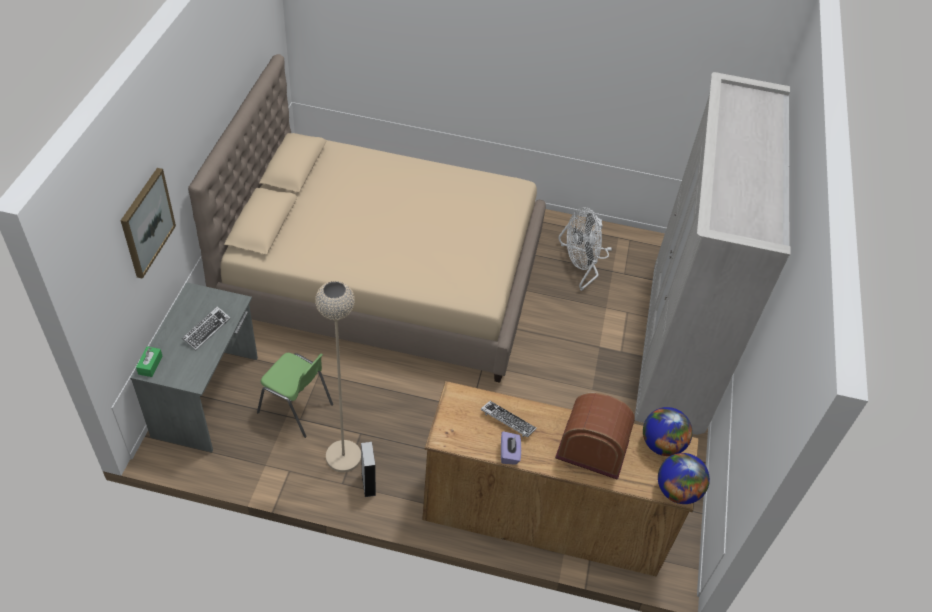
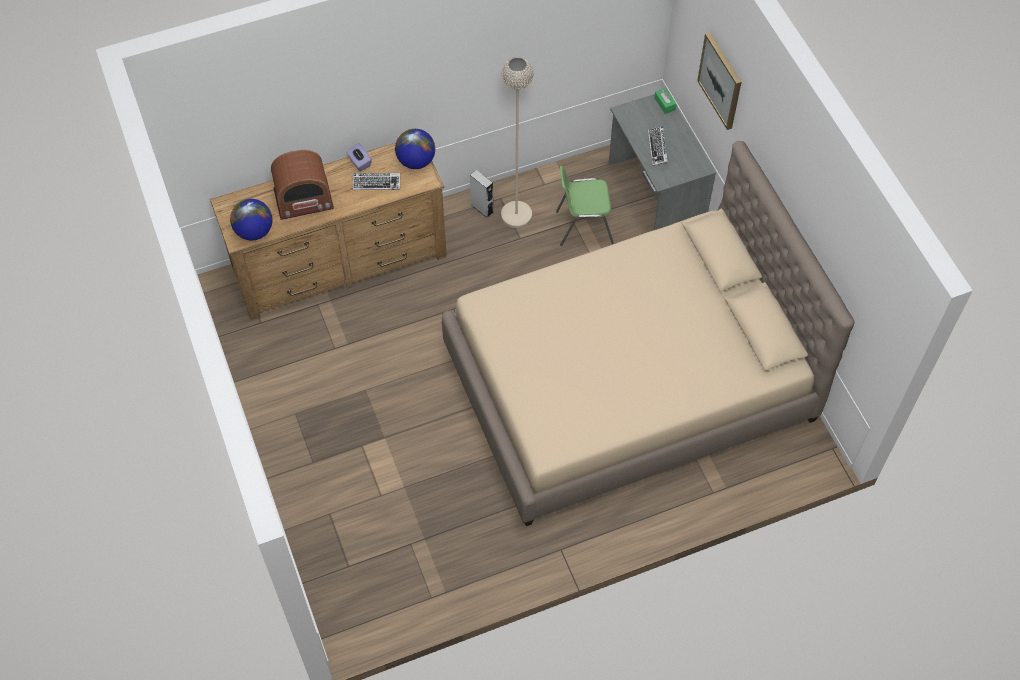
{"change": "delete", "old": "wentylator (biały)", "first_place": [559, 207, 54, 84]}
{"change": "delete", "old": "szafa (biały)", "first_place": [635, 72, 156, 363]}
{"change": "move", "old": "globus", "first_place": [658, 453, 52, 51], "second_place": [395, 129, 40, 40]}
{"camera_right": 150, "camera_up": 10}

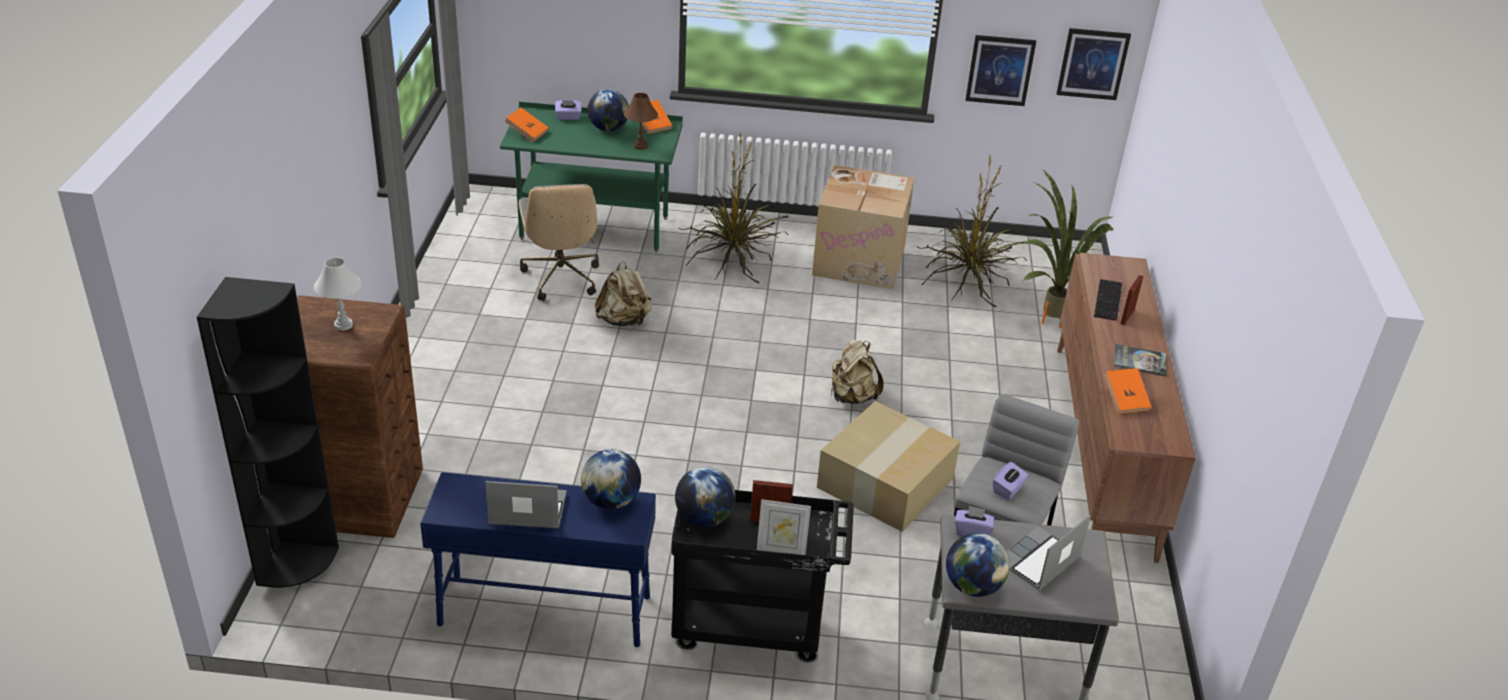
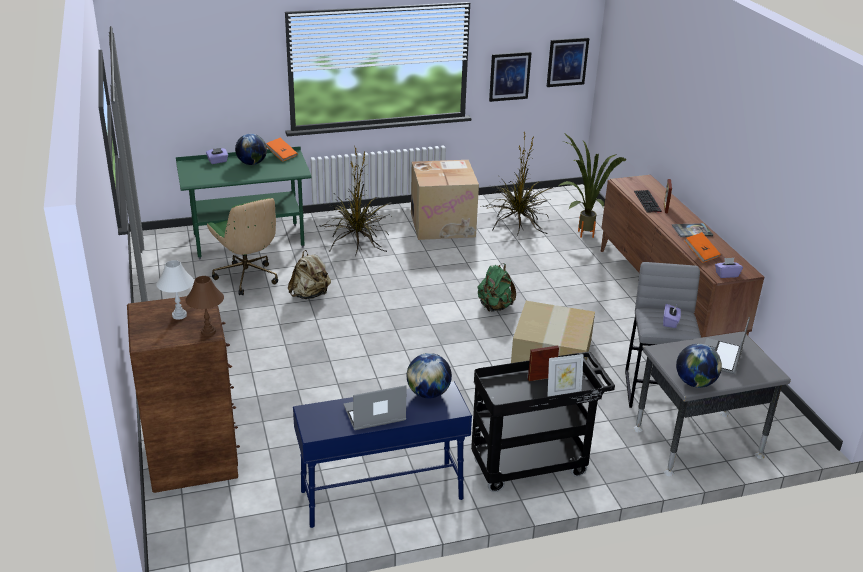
{"change": "delete", "old": "regał (czarny)", "first_place": [197, 277, 142, 311]}
{"change": "delete", "old": "książka (pomarańczowy)", "first_place": [505, 108, 44, 34]}
{"change": "recolor", "old": "krzesło biurowe (szary)", "new": "krzesło biurowe (zielony)", "first_place": [519, 184, 80, 117], "second_place": [207, 198, 71, 97]}
{"change": "move", "old": "lampa stołowa (brązowy)", "first_place": [624, 93, 34, 57], "second_place": [185, 276, 39, 60]}
{"change": "delete", "old": "globus", "first_place": [675, 466, 60, 61]}
{"change": "recolor", "old": "plecak (beżowy)", "new": "plecak (zielony)", "first_place": [831, 339, 53, 65], "second_place": [478, 263, 38, 49]}
{"change": "move", "old": "pudełko chusteczek (fioletowy)", "first_place": [955, 506, 39, 30], "second_place": [715, 258, 28, 20]}
{"camera_right": -20, "camera_up": -5}

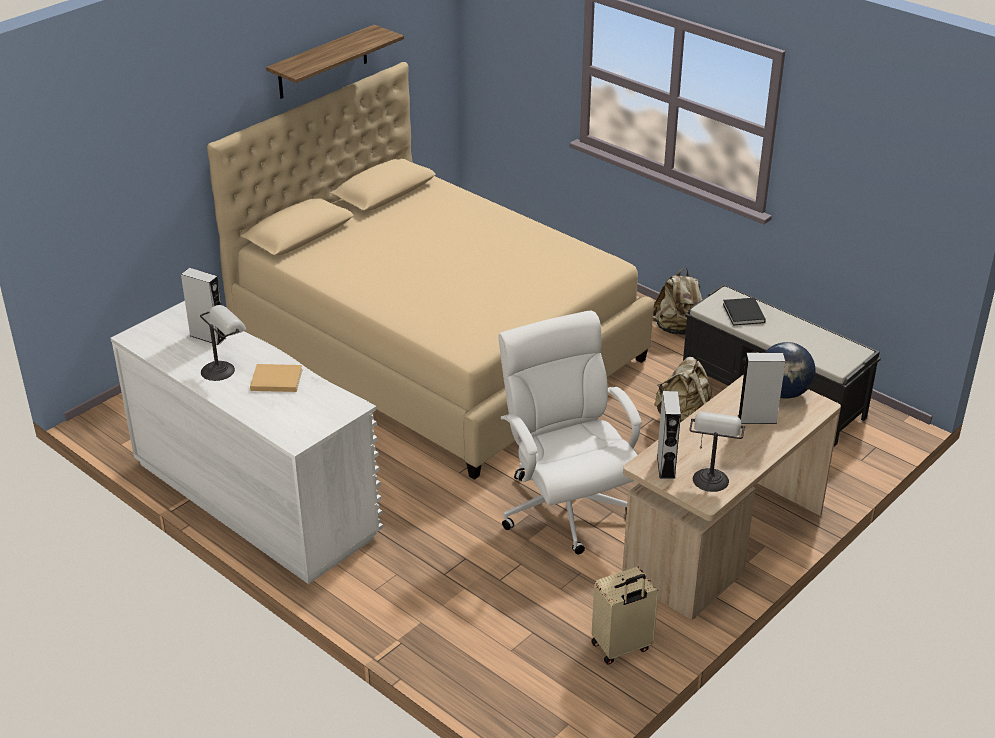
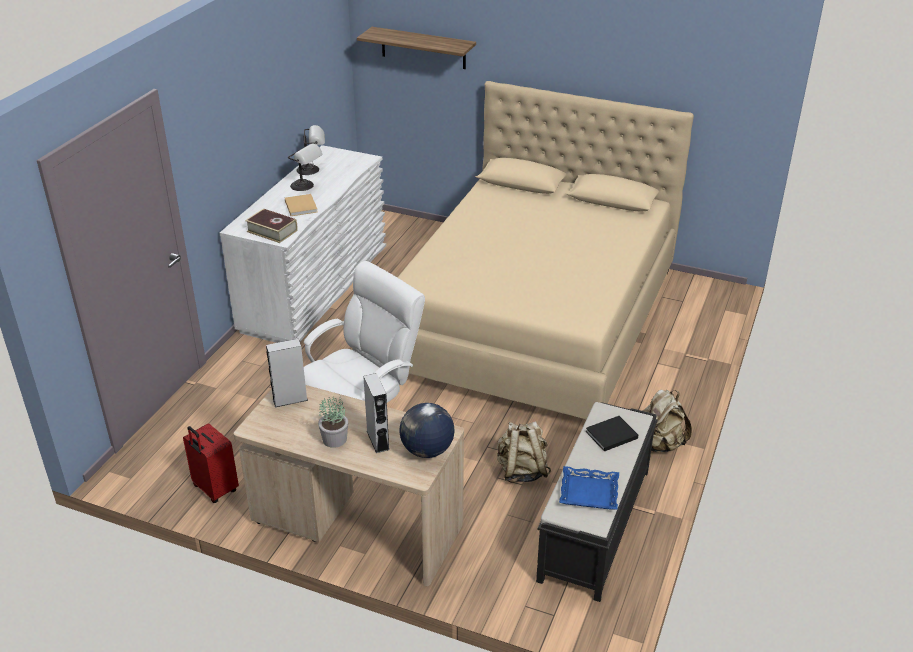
{"change": "delete", "old": "głośnik (szary)", "first_place": [181, 268, 45, 77]}
{"change": "move", "old": "półka", "first_place": [266, 25, 138, 74], "second_place": [357, 27, 119, 42]}
{"change": "recolor", "old": "walizka (beżowy)", "new": "walizka (czerwony)", "first_place": [591, 567, 68, 98], "second_place": [183, 423, 56, 80]}
{"change": "move", "old": "lampa stołowa", "first_place": [689, 412, 56, 80], "second_place": [296, 125, 29, 50]}
{"change": "insert", "new": "książka", "second_place": [245, 208, 53, 35]}
{"change": "insert", "new": "roślina doniczkowa", "second_place": [318, 395, 30, 53]}
{"change": "insert", "new": "taca (niebieski)", "second_place": [559, 466, 60, 44]}
{"camera_right": 70, "camera_up": 0}

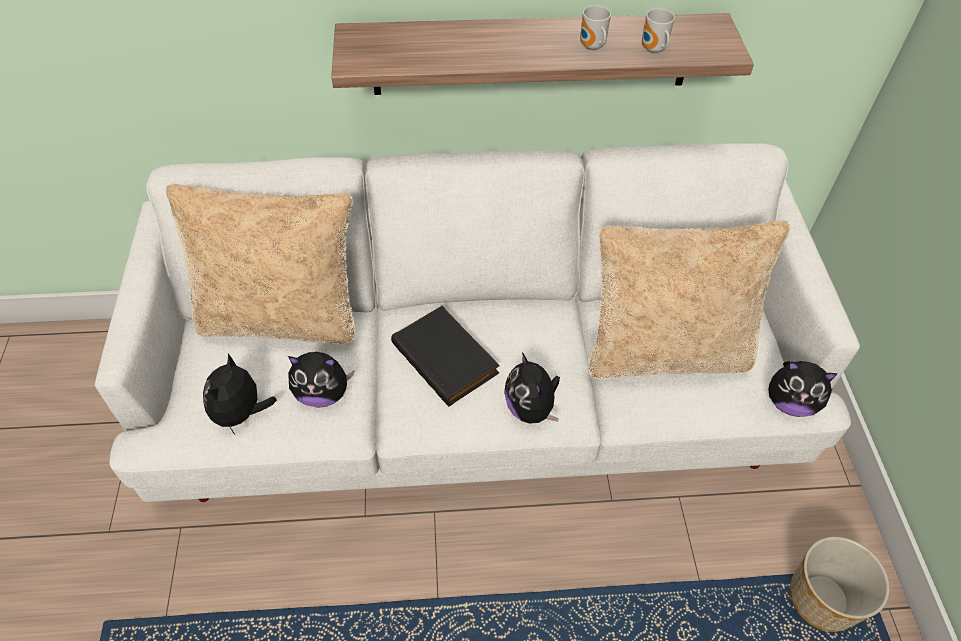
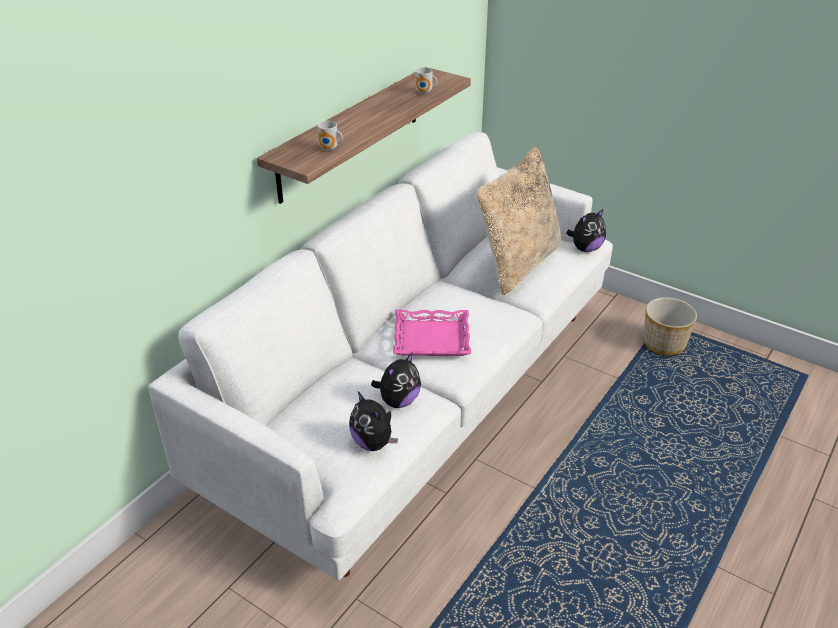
{"change": "delete", "old": "poduszka (beżowy)", "first_place": [166, 183, 190, 162]}
{"change": "replace", "old": "książka (czarny)", "new": "taca (różowy)", "first_place": [391, 306, 109, 100], "second_place": [393, 310, 78, 46]}
{"change": "delete", "old": "pluszak", "first_place": [504, 352, 56, 72]}
{"change": "move", "old": "kubek", "first_place": [580, 5, 31, 45], "second_place": [317, 121, 26, 30]}
{"camera_right": -50, "camera_up": -15}

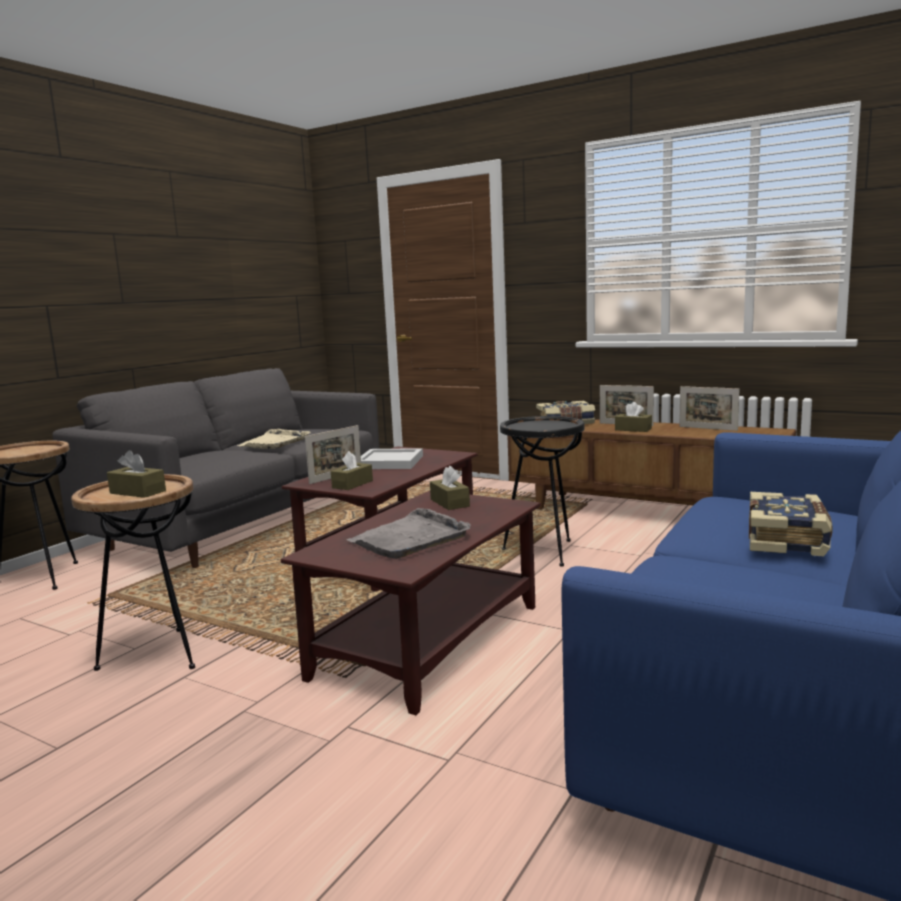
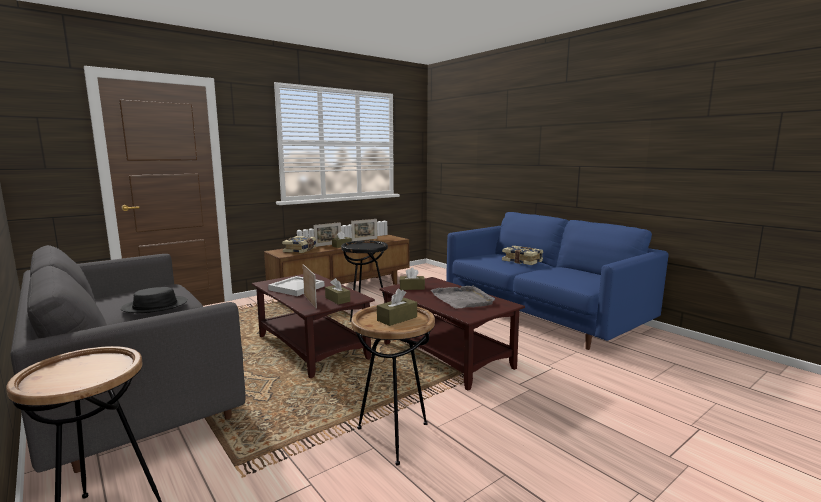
{"change": "replace", "old": "taca (beżowy)", "new": "kapelusz (czarny)", "first_place": [237, 429, 74, 20], "second_place": [121, 287, 67, 26]}
{"camera_right": -70, "camera_up": 0}

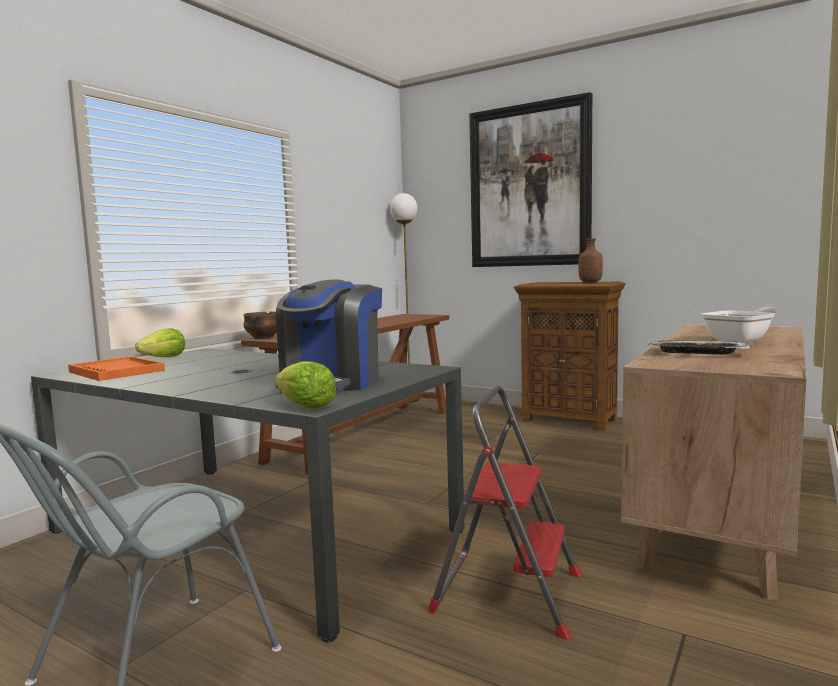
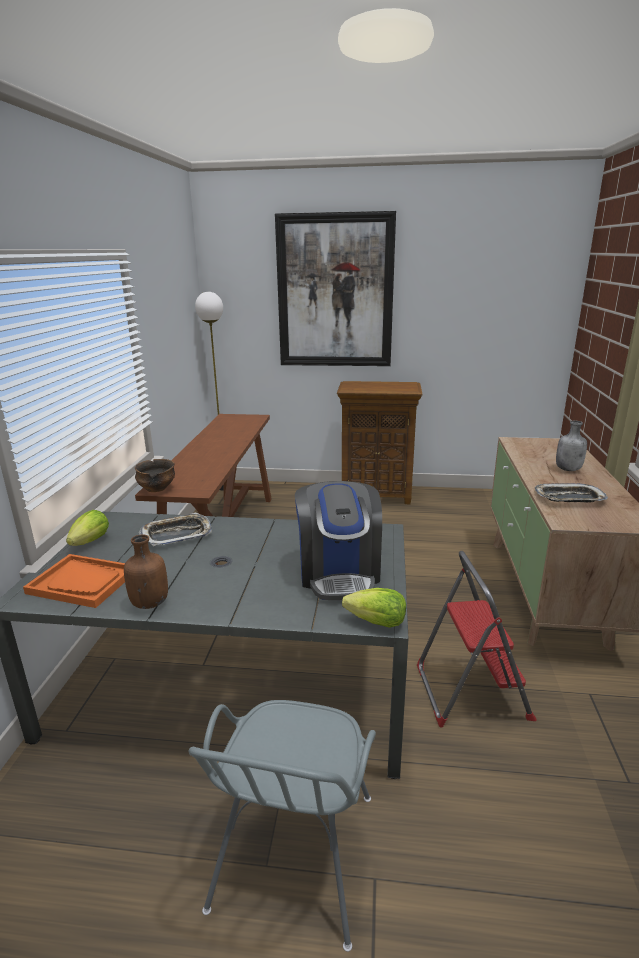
{"change": "move", "old": "butelka (brązowy)", "first_place": [578, 238, 25, 45], "second_place": [124, 534, 44, 75]}
{"change": "replace", "old": "patelnia", "new": "butelka (szary)", "first_place": [701, 307, 76, 35], "second_place": [556, 421, 31, 50]}
{"change": "insert", "new": "taca", "second_place": [139, 513, 73, 33]}
{"camera_right": -25, "camera_up": 15}

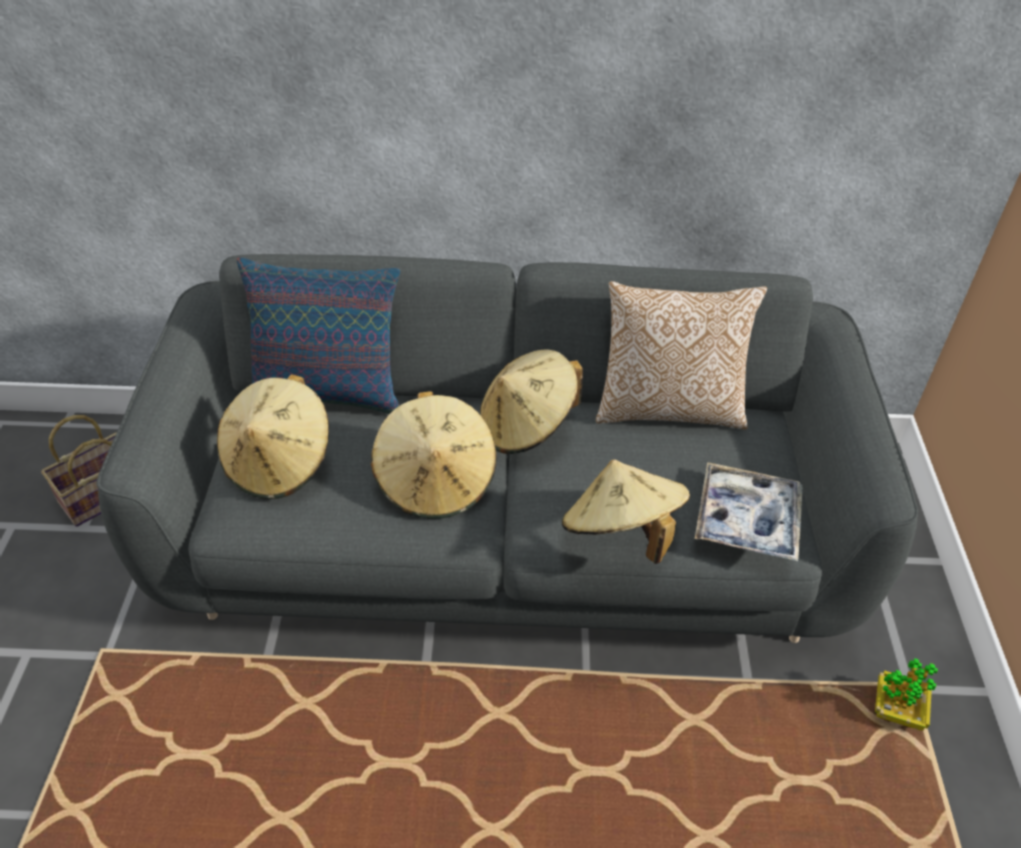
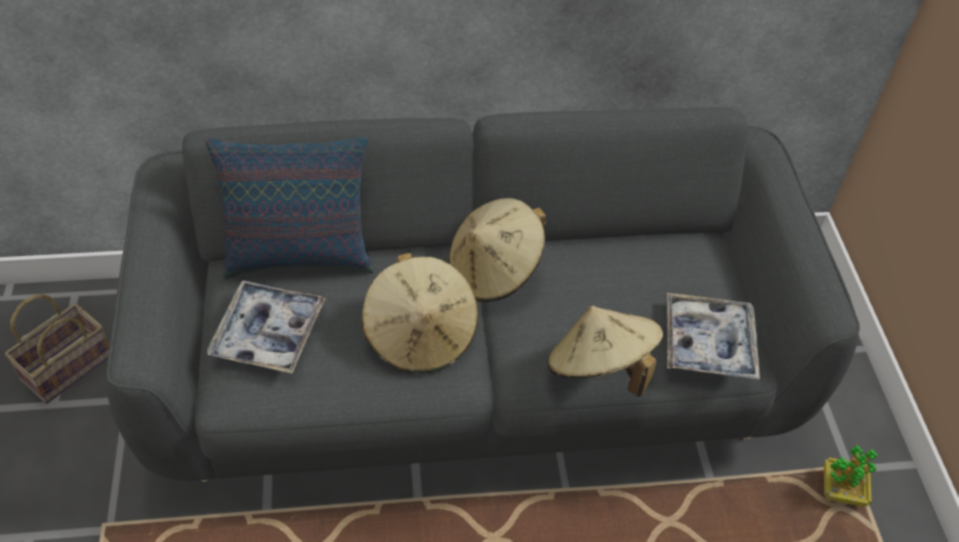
{"change": "replace", "old": "kapelusz (beżowy)", "new": "taca", "first_place": [217, 374, 112, 125], "second_place": [206, 280, 120, 93]}
{"change": "delete", "old": "poduszka", "first_place": [596, 281, 171, 149]}
{"camera_right": -10, "camera_up": 5}

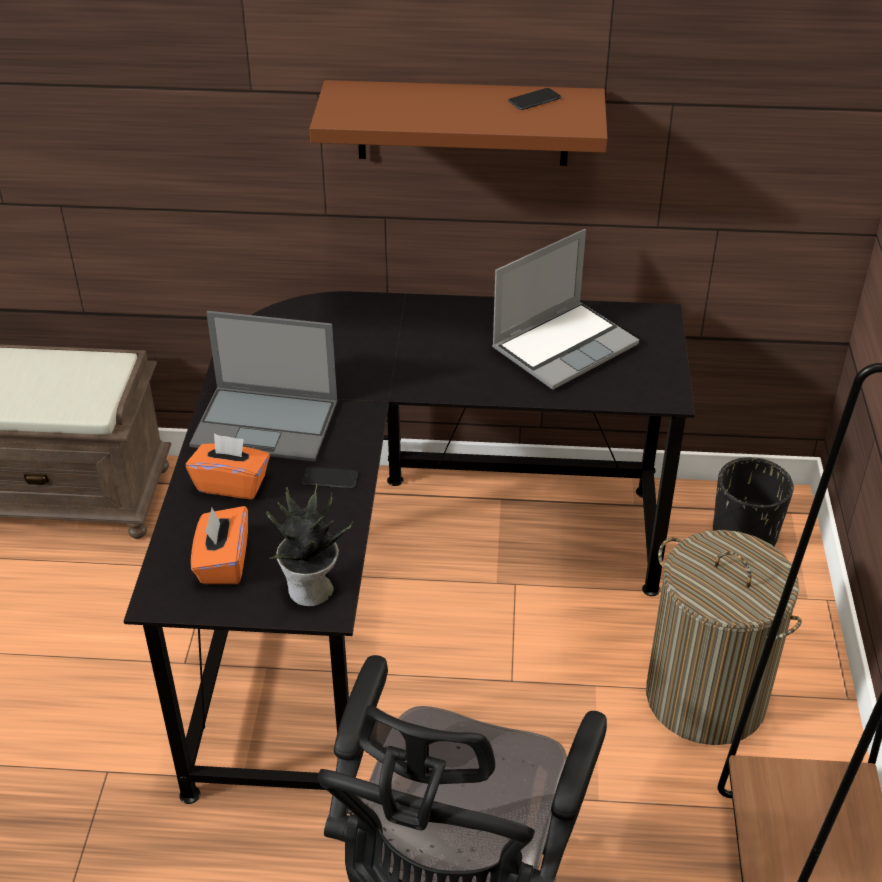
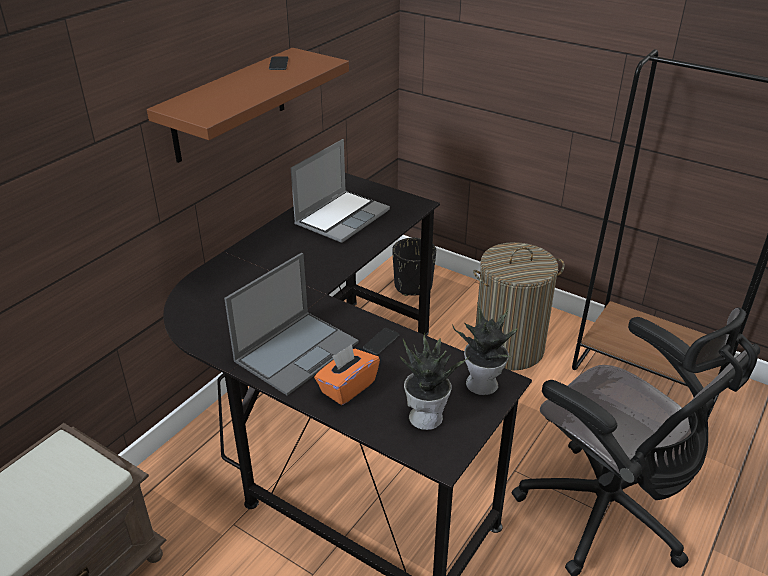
{"change": "replace", "old": "pudełko chusteczek (pomarańczowy)", "new": "roślina doniczkowa", "first_place": [191, 506, 57, 78], "second_place": [400, 333, 69, 97]}
{"change": "rotate", "old": "laptop", "first_place": [492, 229, 147, 161], "second_place": [291, 139, 99, 104], "degrees": 45}
{"camera_right": -60, "camera_up": -5}

